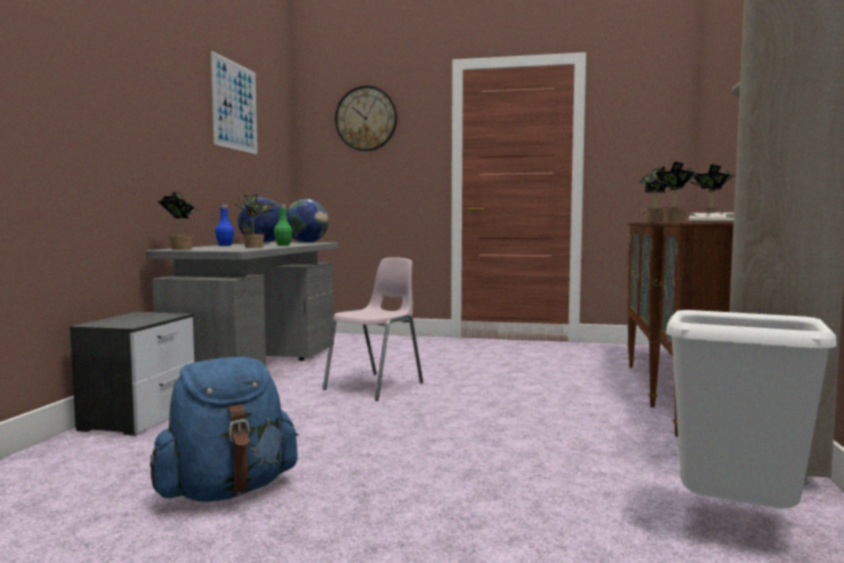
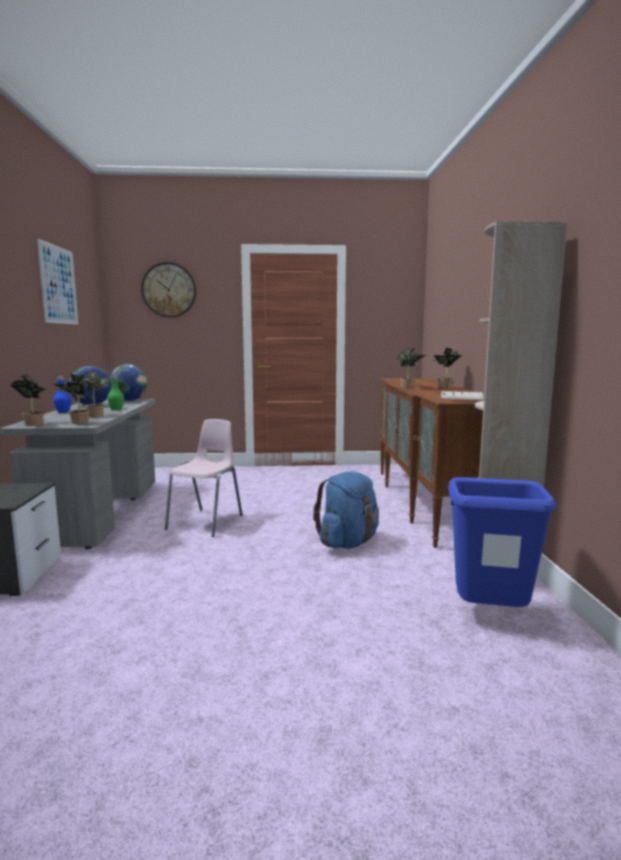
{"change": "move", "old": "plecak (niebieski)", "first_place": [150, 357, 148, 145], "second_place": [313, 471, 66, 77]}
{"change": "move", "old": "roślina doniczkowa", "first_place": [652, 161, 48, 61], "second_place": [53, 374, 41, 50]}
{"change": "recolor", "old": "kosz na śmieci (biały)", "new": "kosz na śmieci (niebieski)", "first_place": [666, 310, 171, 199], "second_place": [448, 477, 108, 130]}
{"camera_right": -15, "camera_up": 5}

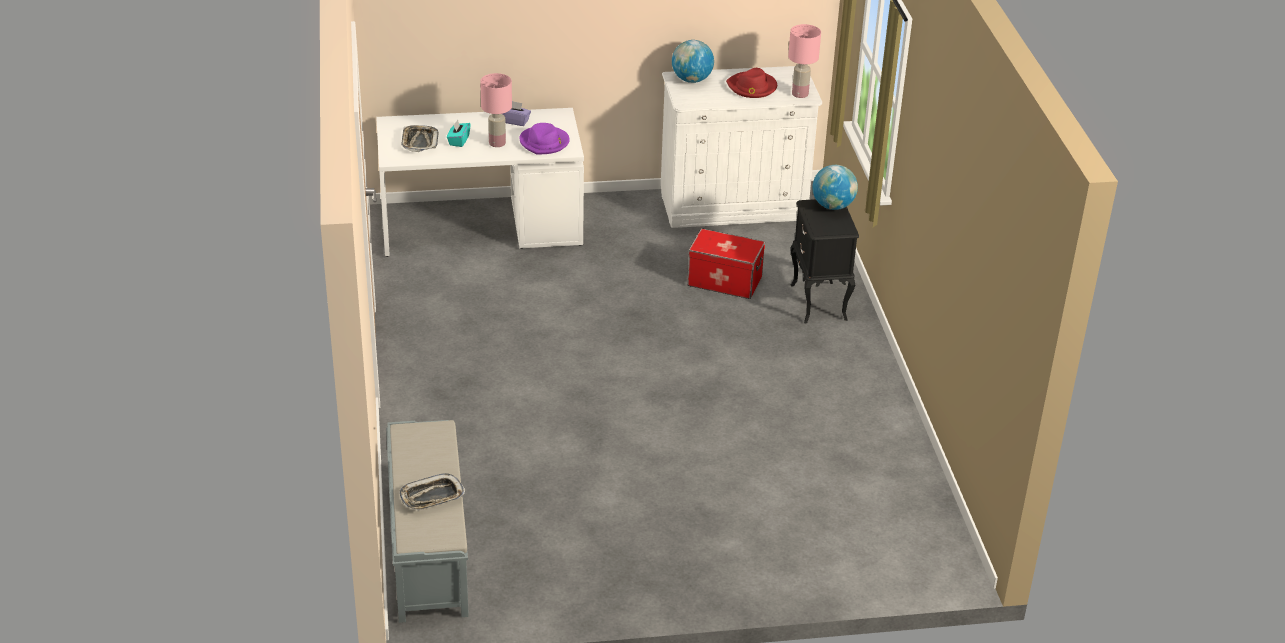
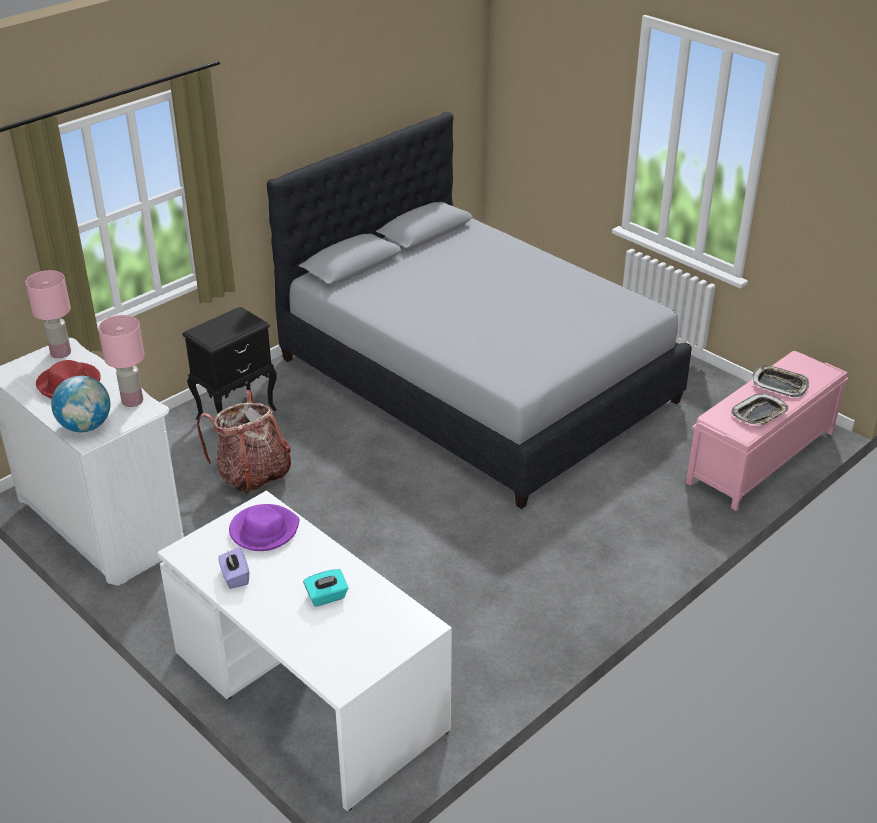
{"change": "recolor", "old": "ławka (szary)", "new": "ławka (różowy)", "first_place": [386, 420, 83, 203], "second_place": [686, 351, 162, 160]}
{"change": "move", "old": "taca", "first_place": [401, 125, 38, 27], "second_place": [731, 393, 57, 32]}
{"change": "move", "old": "lampa stołowa (różowy)", "first_place": [480, 73, 32, 74], "second_place": [98, 315, 47, 92]}
{"change": "replace", "old": "pojemnik do przechowywania", "new": "plecak", "first_place": [687, 228, 78, 71], "second_place": [197, 390, 94, 105]}
{"change": "delete", "old": "globus", "first_place": [812, 165, 46, 45]}
{"change": "insert", "new": "łóżko (szary)", "second_place": [267, 112, 425, 397]}
{"camera_right": -125, "camera_up": 0}

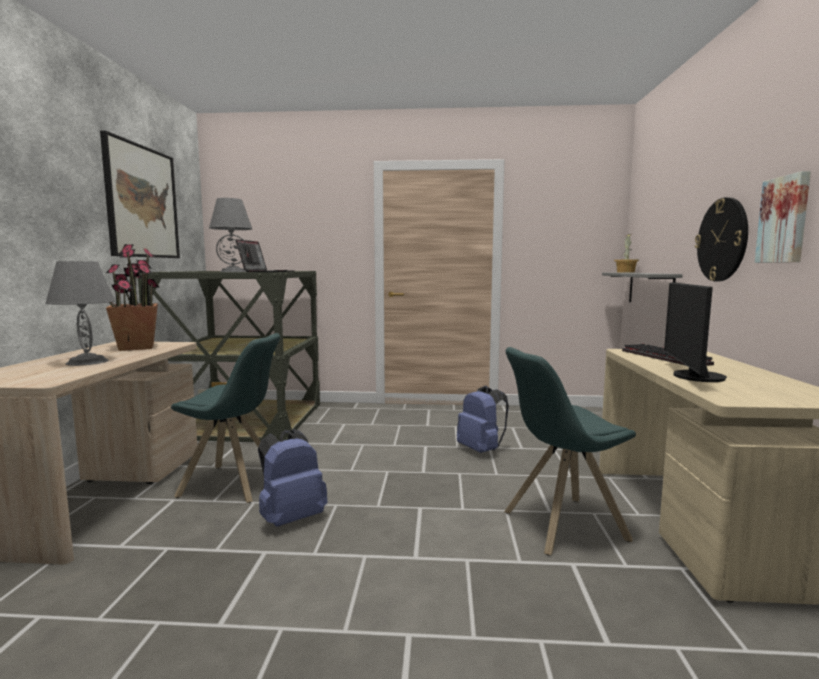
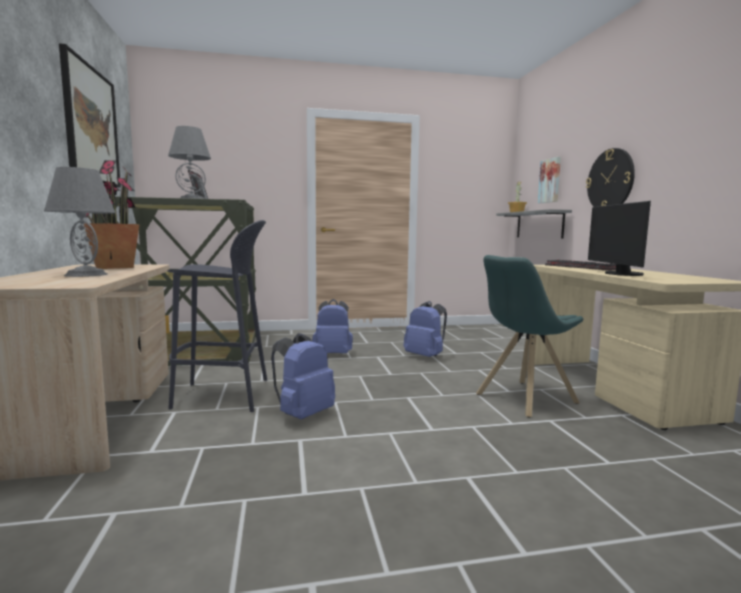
{"change": "replace", "old": "krzesło (turkusowy)", "new": "stołek (szary)", "first_place": [171, 333, 109, 170], "second_place": [167, 220, 100, 192]}
{"change": "move", "old": "obraz", "first_place": [755, 171, 56, 92], "second_place": [538, 157, 23, 46]}
{"change": "insert", "new": "plecak (niebieski)", "second_place": [312, 299, 41, 54]}
{"camera_right": -15, "camera_up": 0}

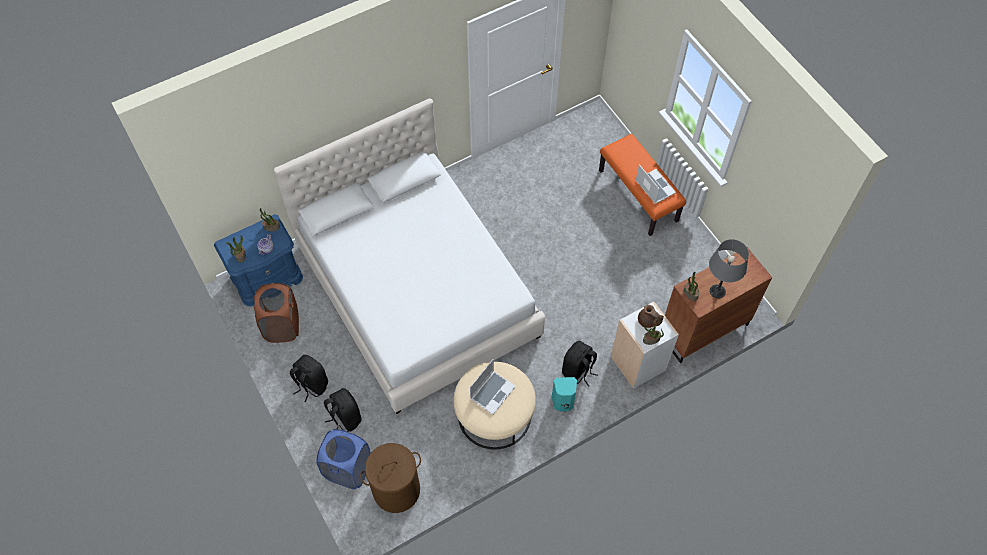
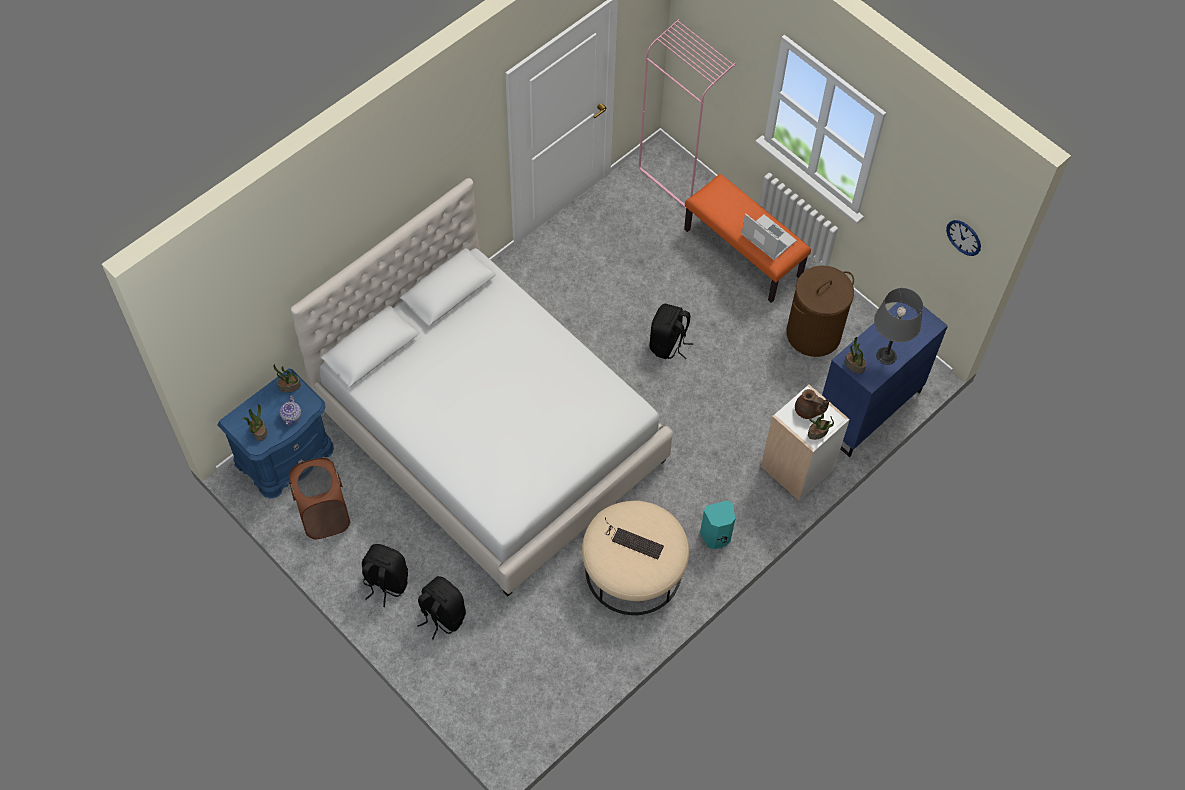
{"change": "delete", "old": "kosz na pranie (niebieski)", "first_place": [317, 429, 54, 60]}
{"change": "move", "old": "kosz na pranie (brązowy)", "first_place": [360, 443, 61, 70], "second_place": [787, 265, 67, 92]}
{"change": "replace", "old": "laptop", "new": "klawiatura", "first_place": [470, 359, 46, 55], "second_place": [605, 518, 59, 42]}
{"change": "move", "old": "plecak (czarny)", "first_place": [562, 341, 36, 46], "second_place": [650, 304, 43, 55]}
{"change": "recolor", "old": "komoda (brązowy)", "new": "komoda (niebieski)", "first_place": [665, 247, 107, 116], "second_place": [822, 302, 126, 155]}
{"change": "insert", "new": "wieszak (różowy)", "second_place": [639, 19, 97, 189]}
{"change": "insert", "new": "zegar ścienny", "second_place": [946, 220, 35, 36]}
{"camera_right": -15, "camera_up": 0}

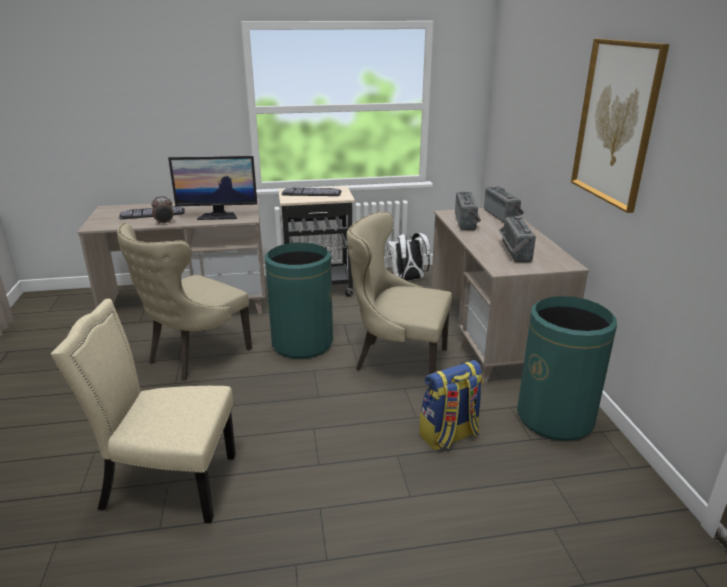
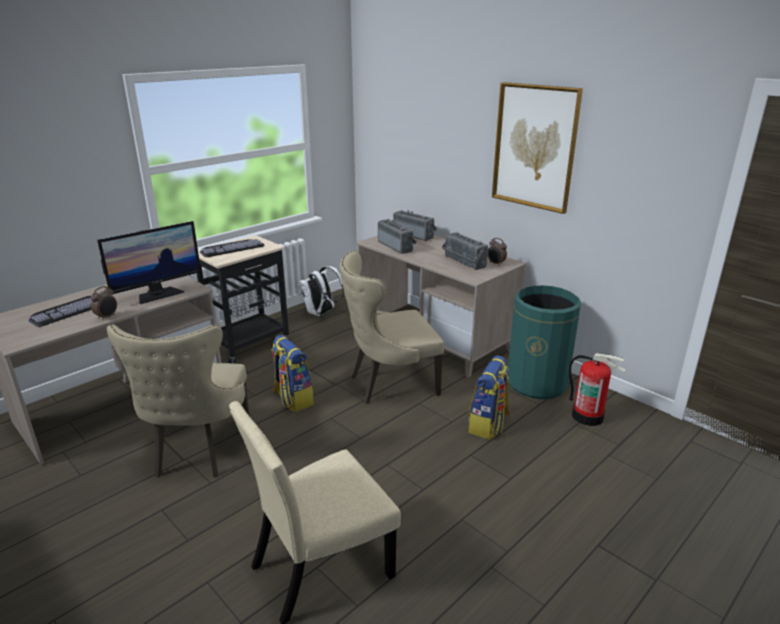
{"change": "replace", "old": "kosz na śmieci (zielony)", "new": "plecak", "first_place": [265, 243, 68, 116], "second_place": [271, 335, 43, 77]}
{"change": "insert", "new": "budzik", "second_place": [488, 238, 19, 28]}
{"change": "insert", "new": "gaśnica", "second_place": [569, 353, 57, 73]}
{"camera_right": -35, "camera_up": 0}

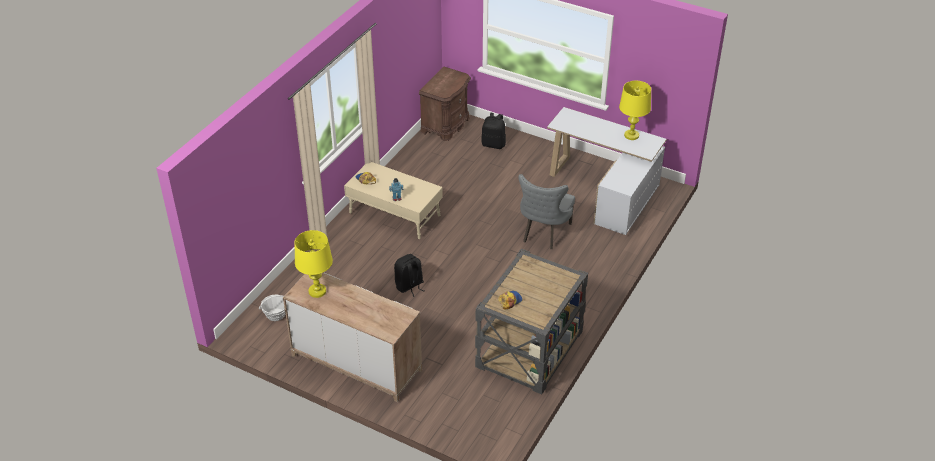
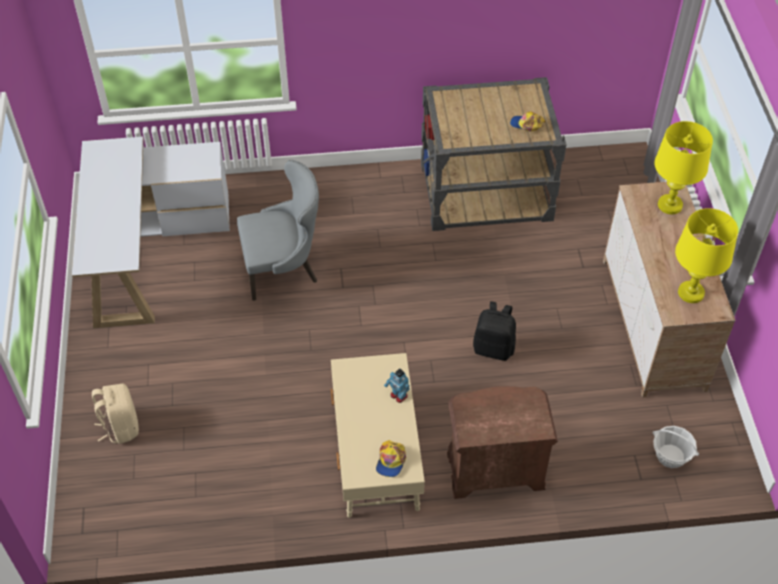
{"change": "move", "old": "szafka nocna (brązowy)", "first_place": [419, 67, 52, 74], "second_place": [447, 386, 111, 113]}
{"change": "recolor", "old": "plecak (czarny)", "new": "plecak (beżowy)", "first_place": [482, 113, 24, 36], "second_place": [92, 384, 47, 60]}
{"change": "move", "old": "lampa stołowa (żółty)", "first_place": [619, 81, 32, 59], "second_place": [655, 121, 58, 93]}
{"camera_right": -125, "camera_up": 10}

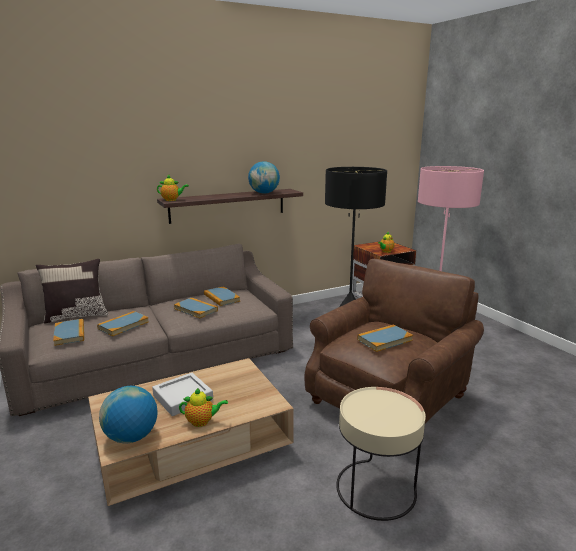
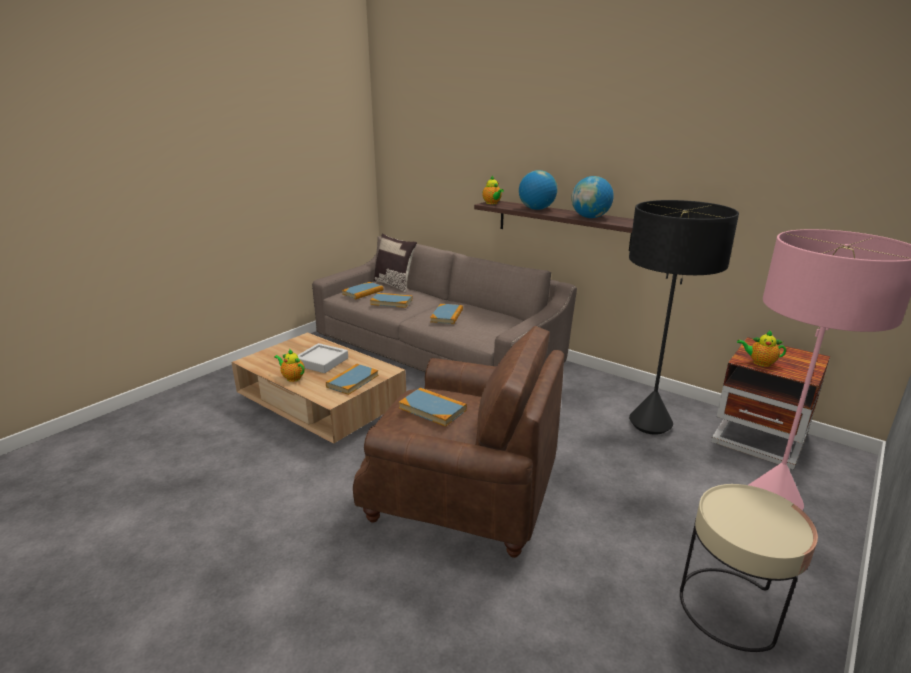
{"change": "move", "old": "globus", "first_place": [99, 386, 59, 57], "second_place": [519, 170, 39, 40]}
{"change": "rotate", "old": "imbryk", "first_place": [179, 388, 49, 39], "second_place": [274, 348, 31, 34], "degrees": 150}
{"change": "move", "old": "książka", "first_place": [204, 286, 36, 20], "second_place": [326, 364, 53, 31]}
{"change": "move", "old": "stolik (beżowy)", "first_place": [336, 387, 90, 134], "second_place": [680, 484, 138, 168]}
{"camera_right": 65, "camera_up": 5}

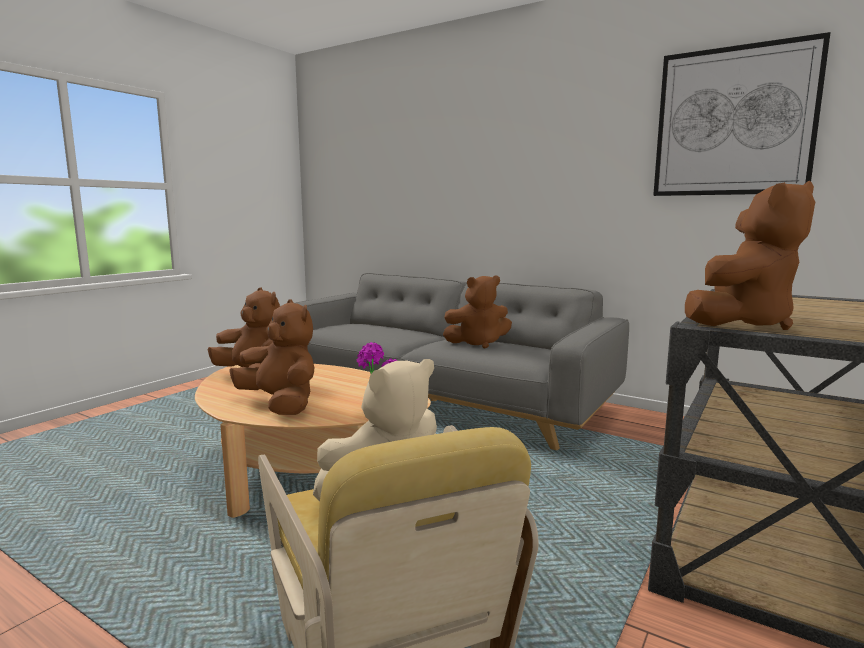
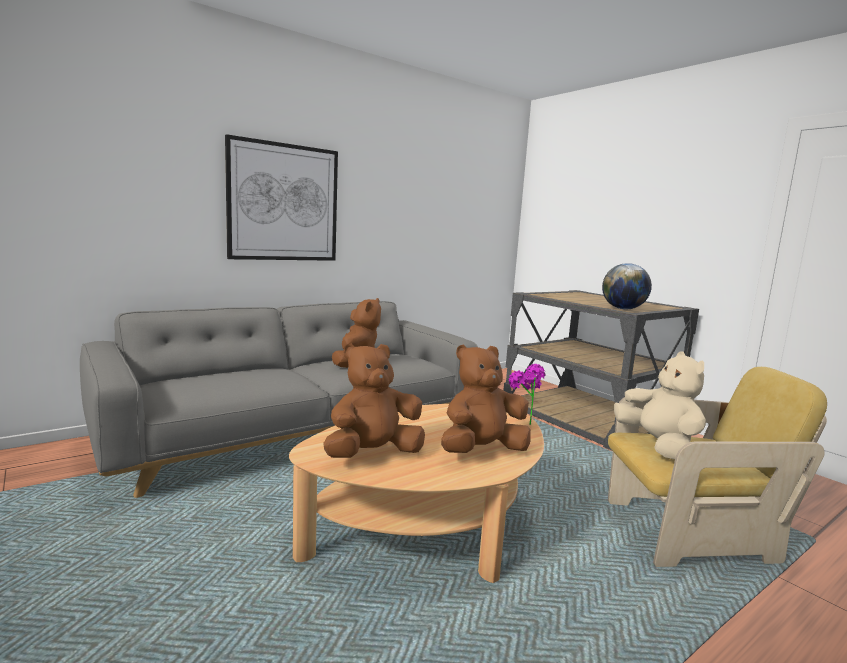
{"change": "move", "old": "obraz", "first_place": [653, 32, 178, 164], "second_place": [225, 134, 113, 127]}
{"change": "replace", "old": "pluszak (brązowy)", "new": "globus", "first_place": [685, 181, 130, 149], "second_place": [602, 263, 50, 46]}
{"camera_right": -70, "camera_up": 0}

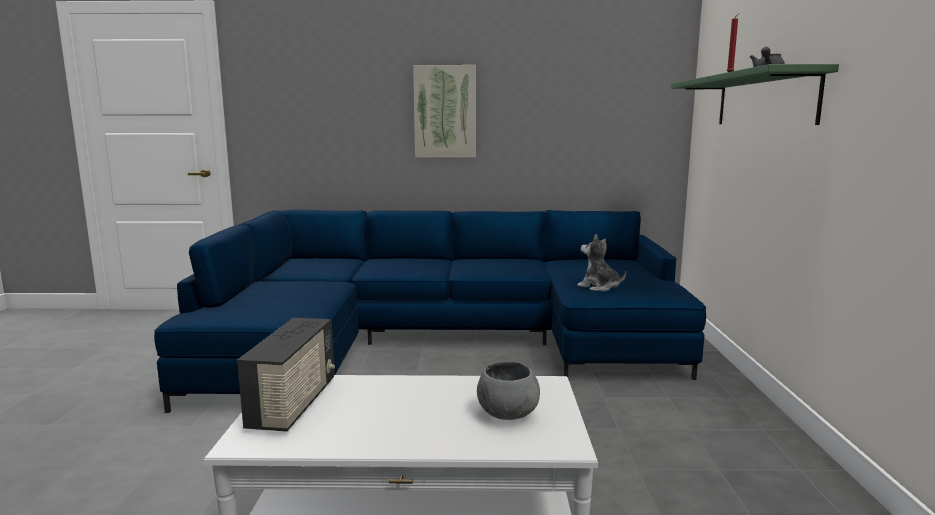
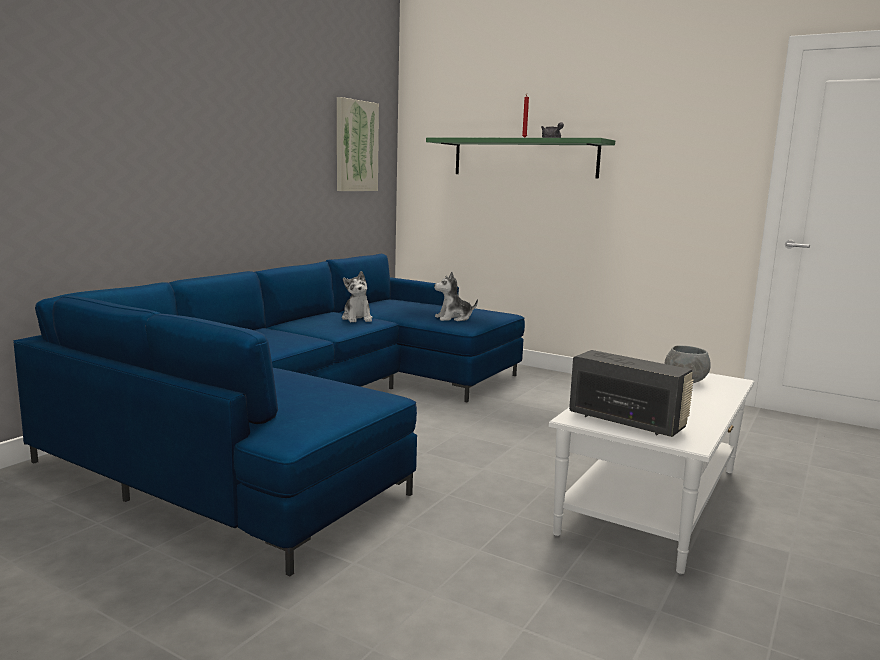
{"change": "move", "old": "obraz", "first_place": [413, 65, 63, 93], "second_place": [337, 97, 42, 94]}
{"change": "insert", "new": "pluszak", "second_place": [342, 271, 30, 51]}
{"camera_right": -60, "camera_up": 0}

